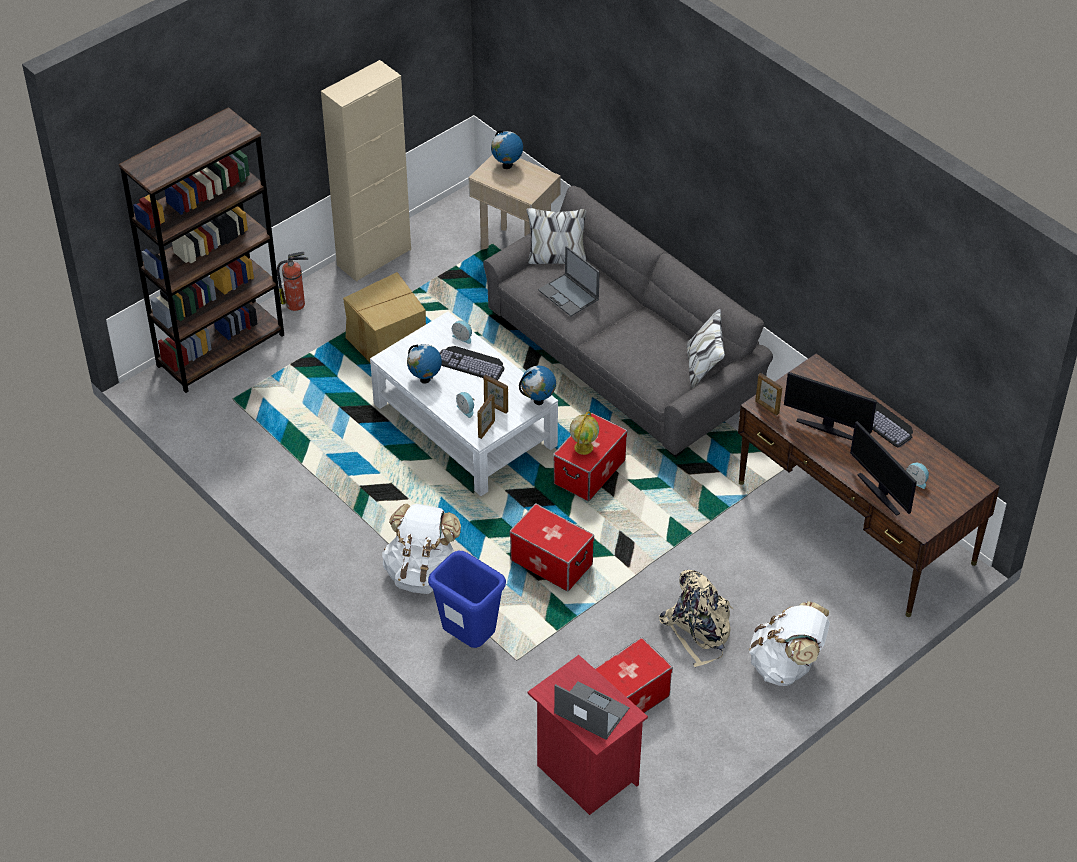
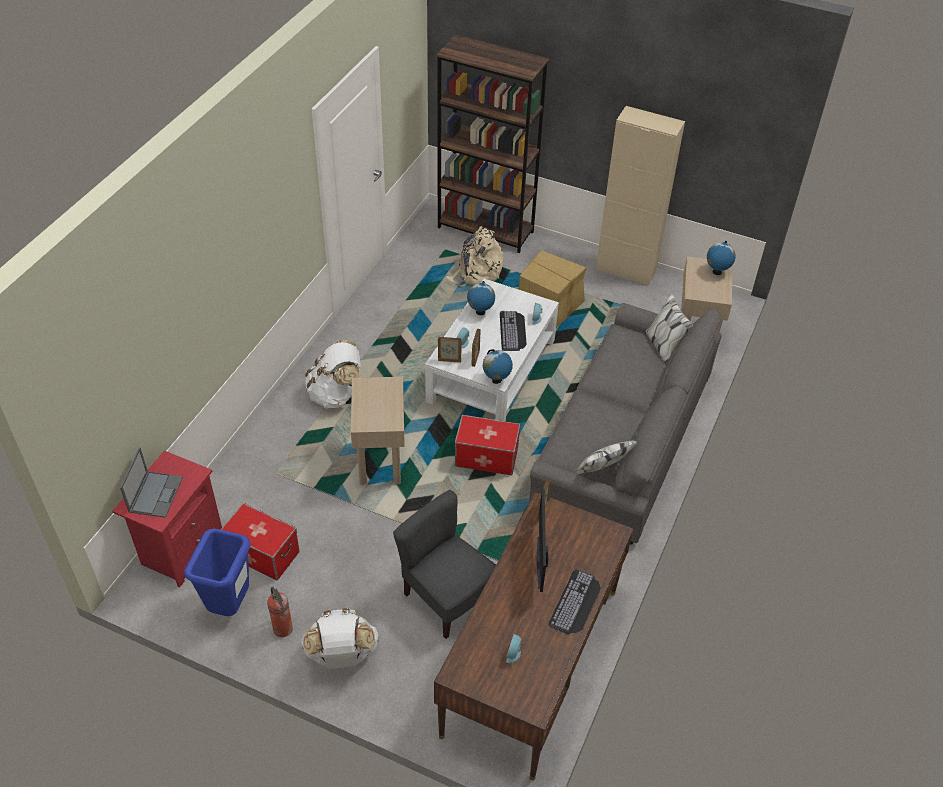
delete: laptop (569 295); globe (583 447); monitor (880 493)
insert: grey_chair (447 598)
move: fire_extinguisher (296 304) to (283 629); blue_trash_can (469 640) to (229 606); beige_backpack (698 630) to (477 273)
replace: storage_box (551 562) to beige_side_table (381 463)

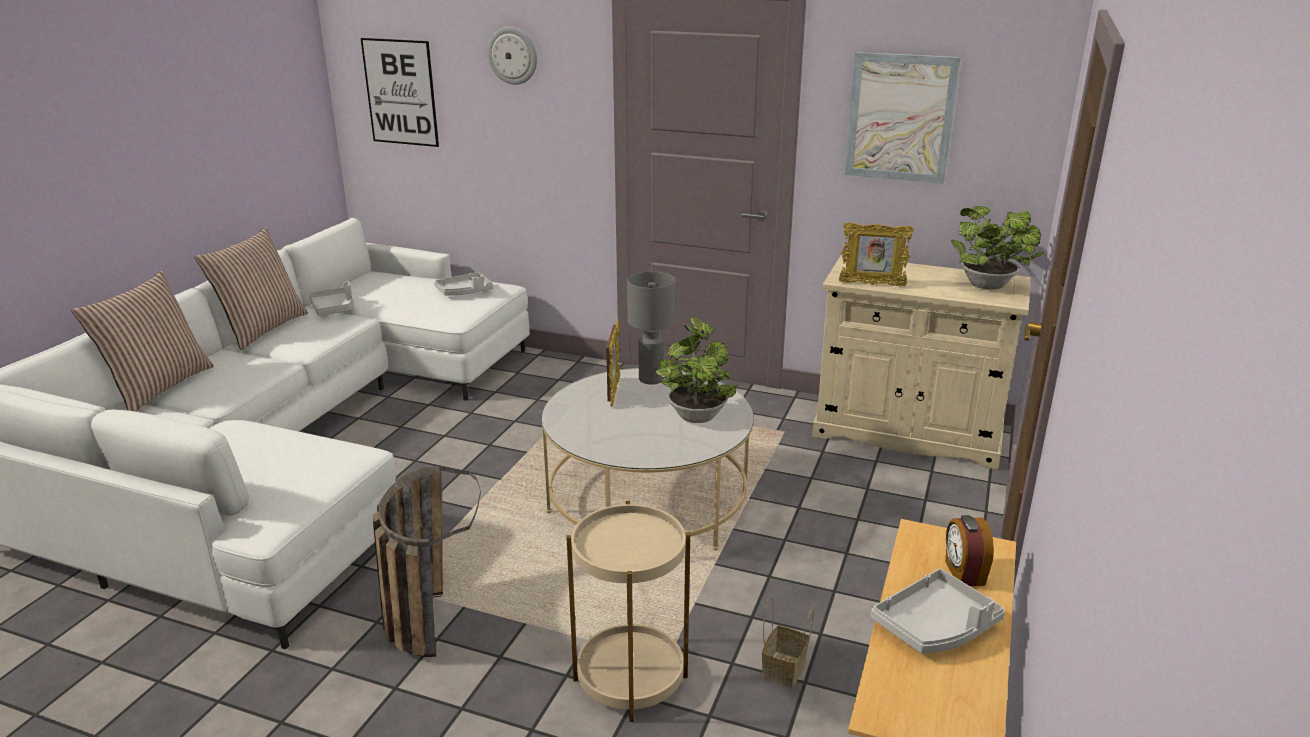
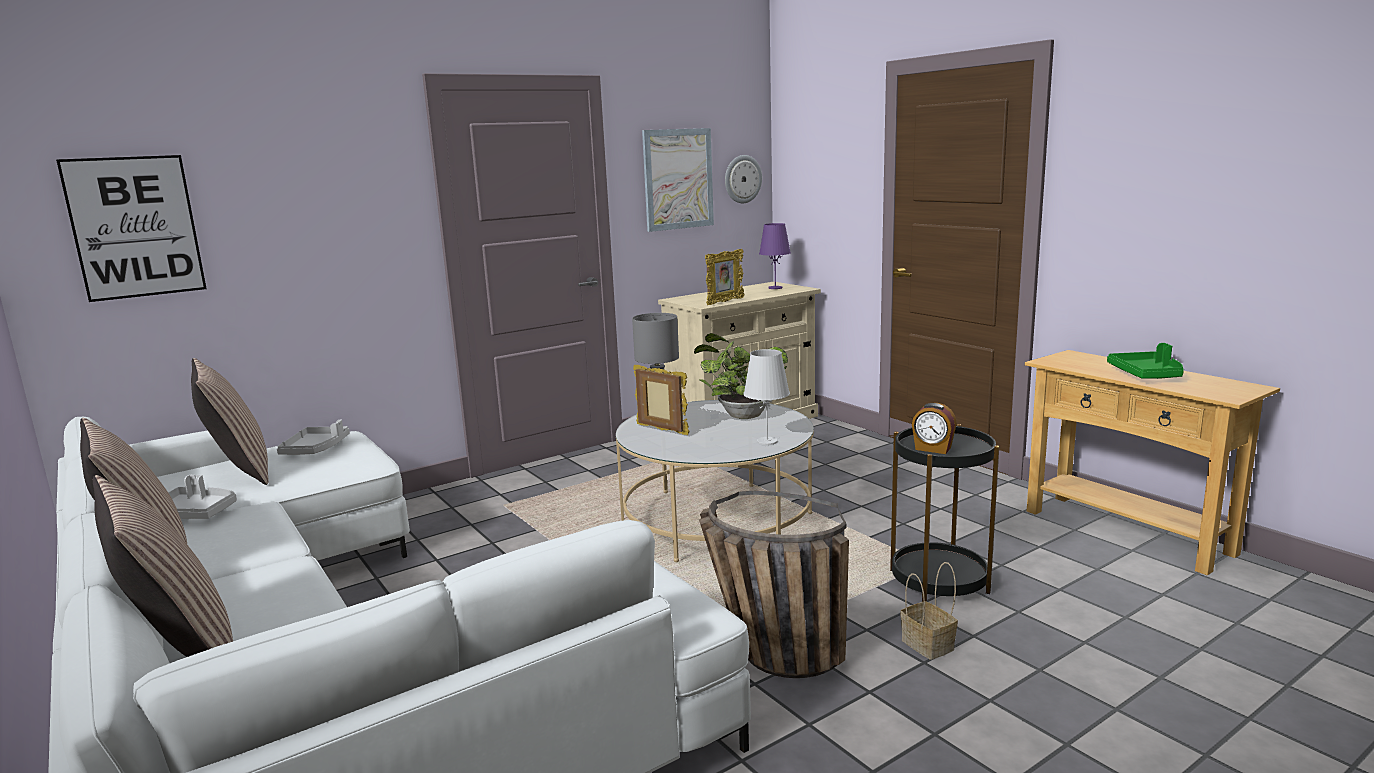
insert: pillow (239 471); white_table_lamp (767 441)
move: wall_clock (513 55) to (742 179); basket (784 671) to (929 645); alarm_clock (963 573) to (932 449)
replace: potted_plant (990 287) to purple_table_lamp (775 288)
recolor: beige_side_table (630 678) to black_side_table (938 581); grey_tray (936 626) to green_tray (1147 375)

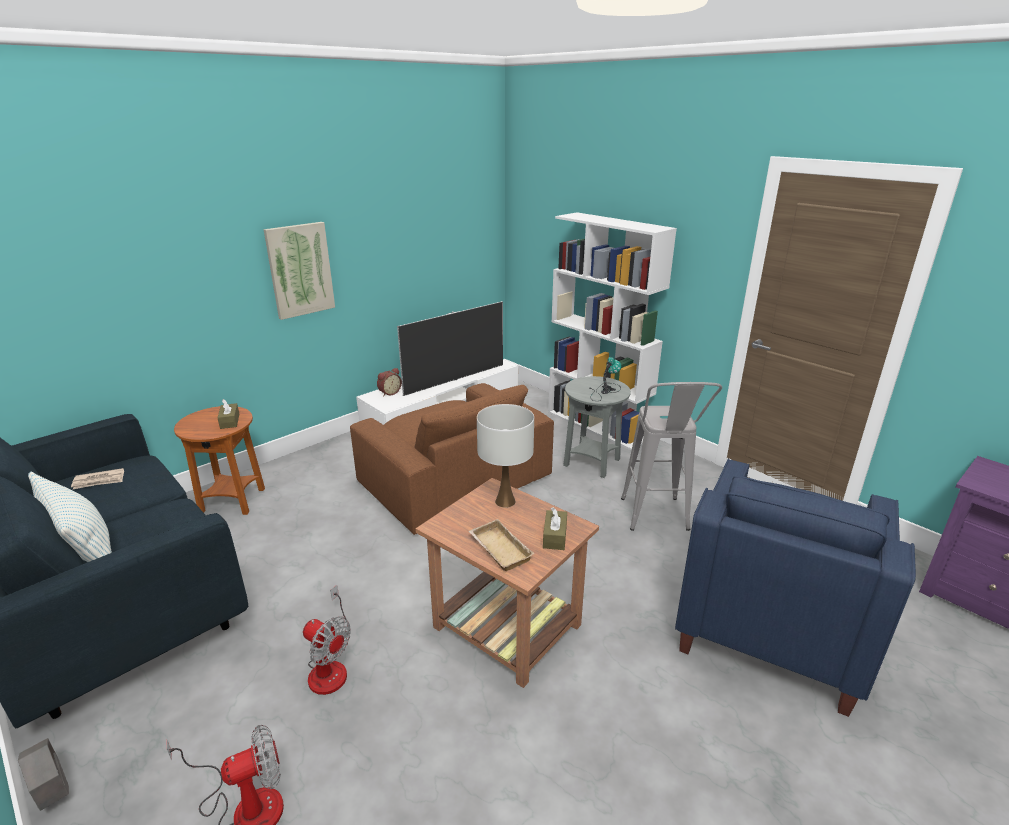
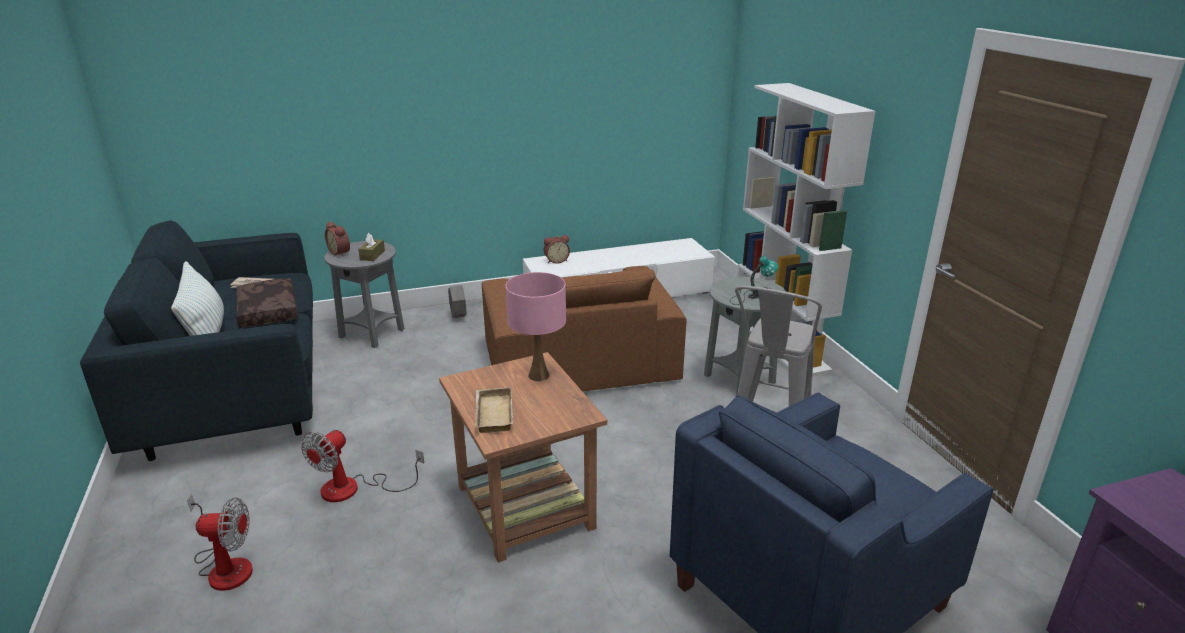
delete: picture (300 270); television (455 379); brown_tissue_box (554 536)
insert: brown_pillow (266 311); alarm_clock (341 252)
move: grey_planter (54 793) to (458 317)
recolor: brown_side_table (233 501) to grey_side_table (372 334); white_table_lamp (505 501) to pink_table_lamp (539 375)
rotate: fan (330 666) = (353 489) 60 degrees clockwise

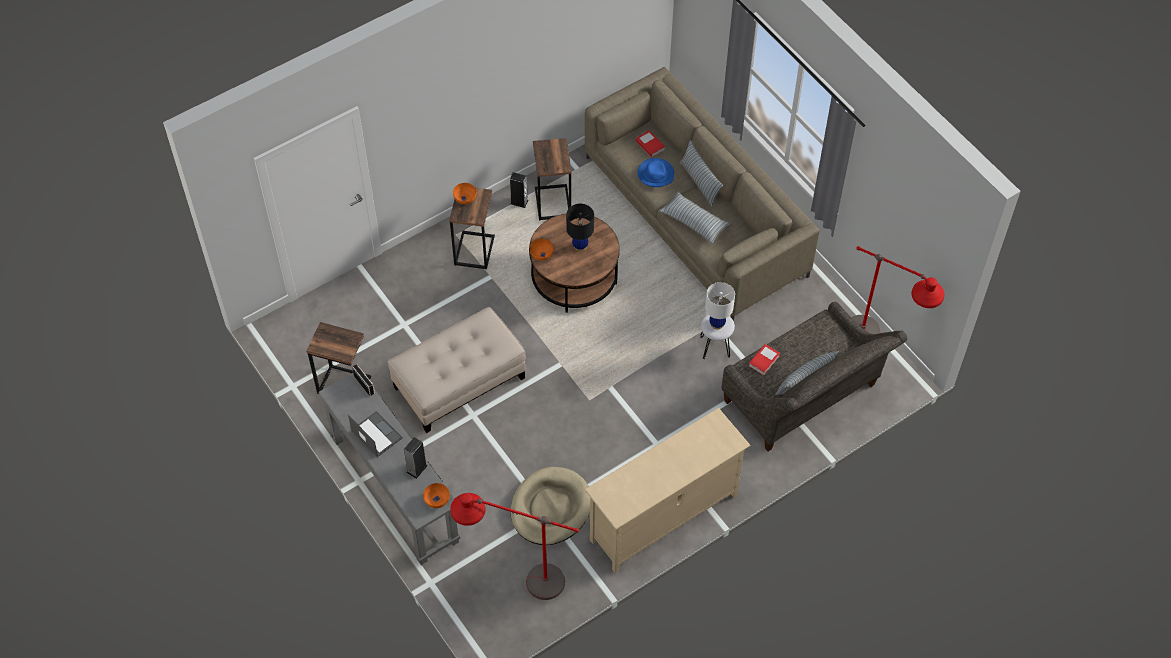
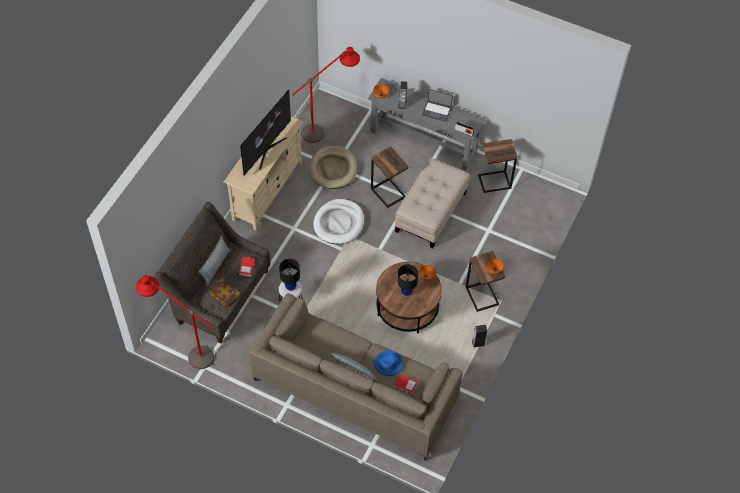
delete: pillow (694 222)
insert: book (224 294); television (266 150); white_dog_bed (339 223)
move: side_table (552 203) to (388 192)
recolor: white_table_lamp (717 324) to black_table_lamp (290 287)

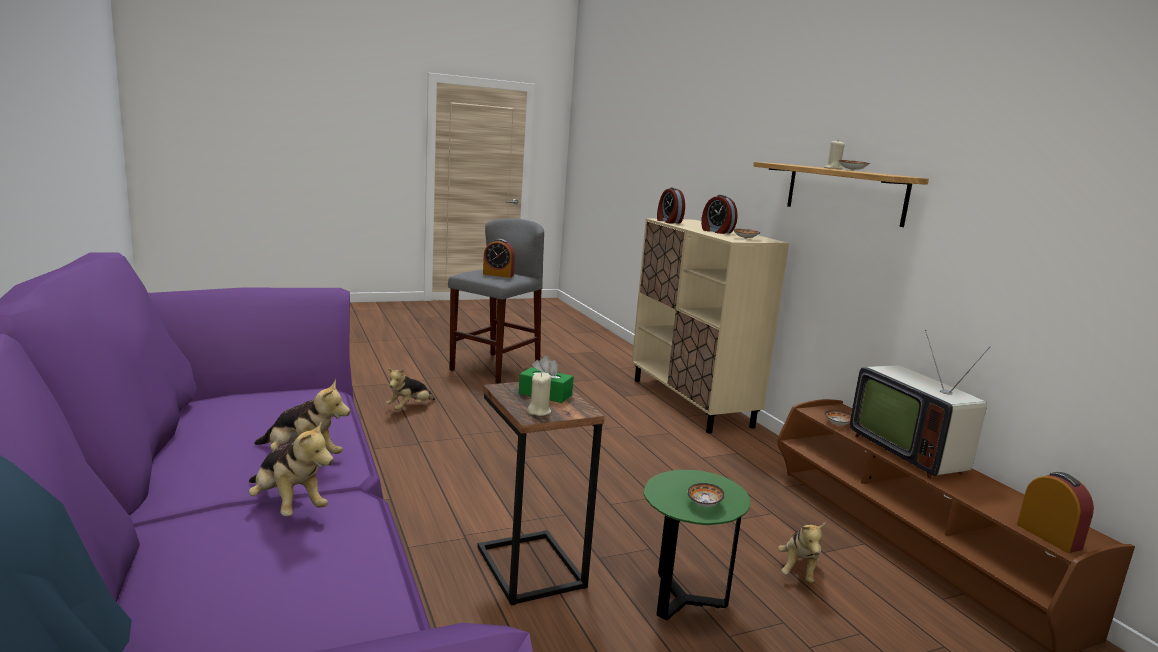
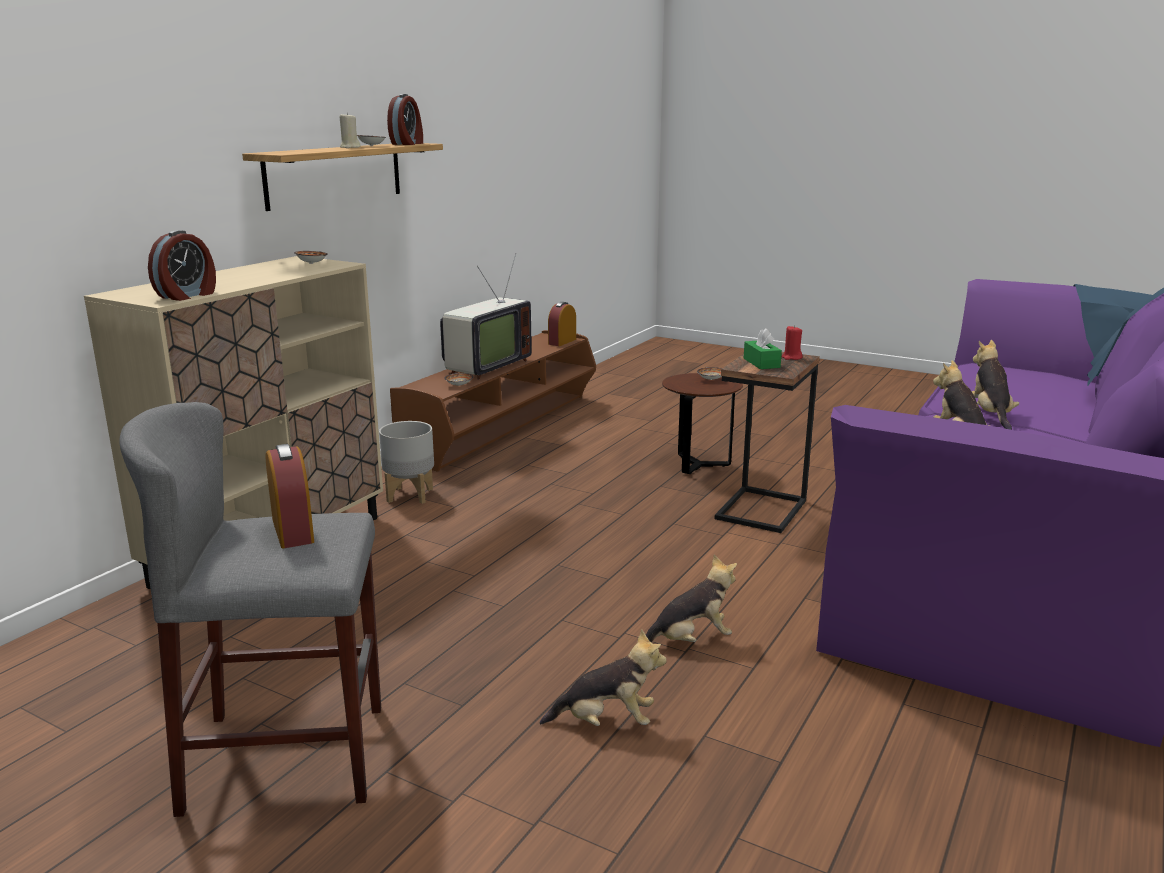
insert: grey_planter (410 495)
move: alarm_clock (716 231) to (408 144); plush_toy (799 570) to (690 640)
recolor: beige_candle (539 411) to red_candle (791 357); green_side_table (683 600) to brown_side_table (698 465)

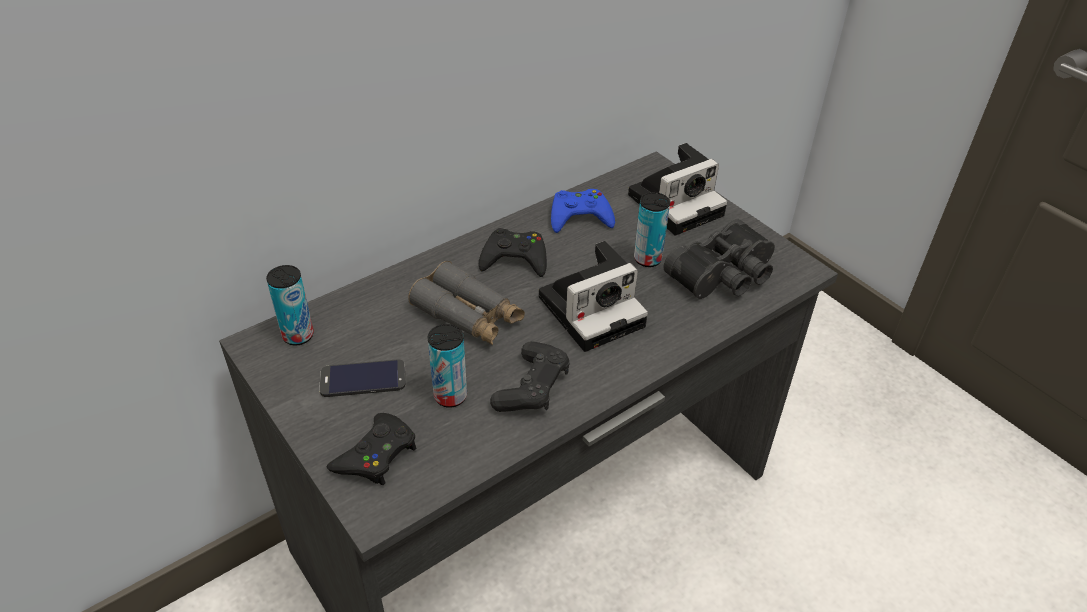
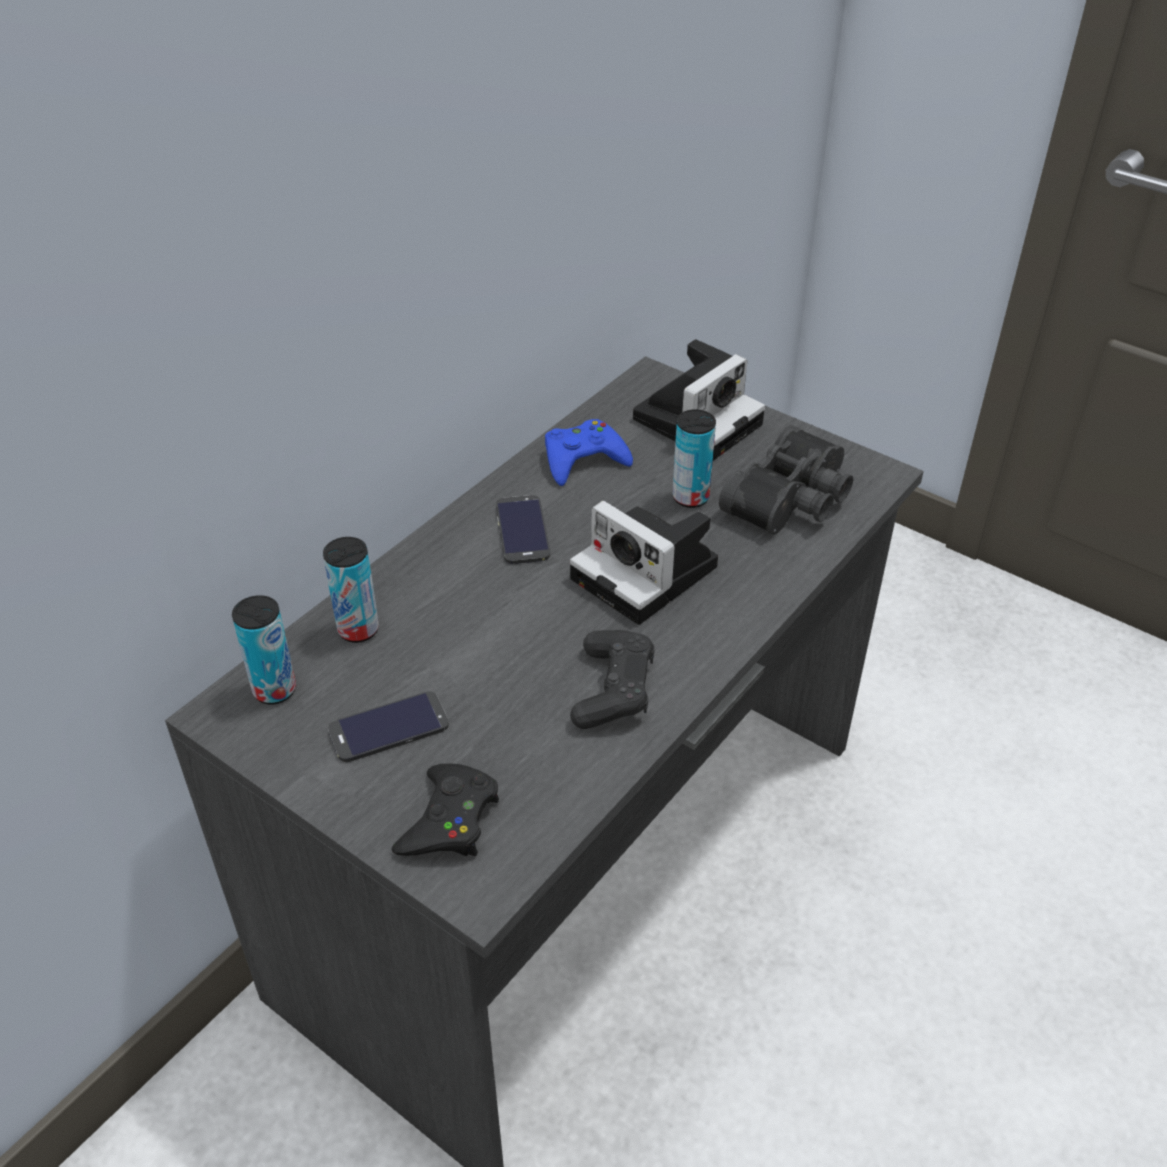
delete: grey_binoculars (468 315)
move: can (450 396) to (358 629)
replace: black_game_controller (515 259) to phone (522 530)
rotate: photo_camera (594 309) = (649 574) 90 degrees clockwise

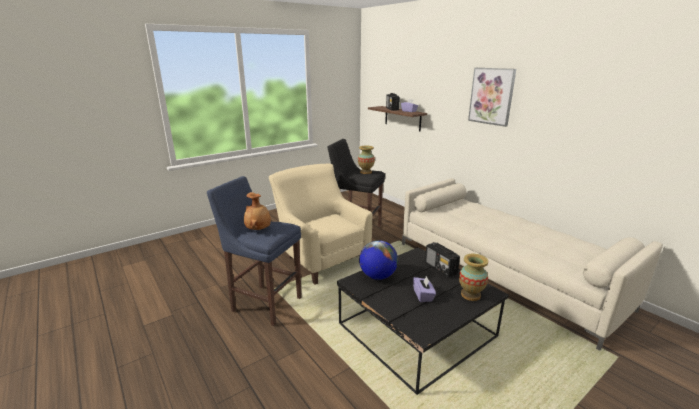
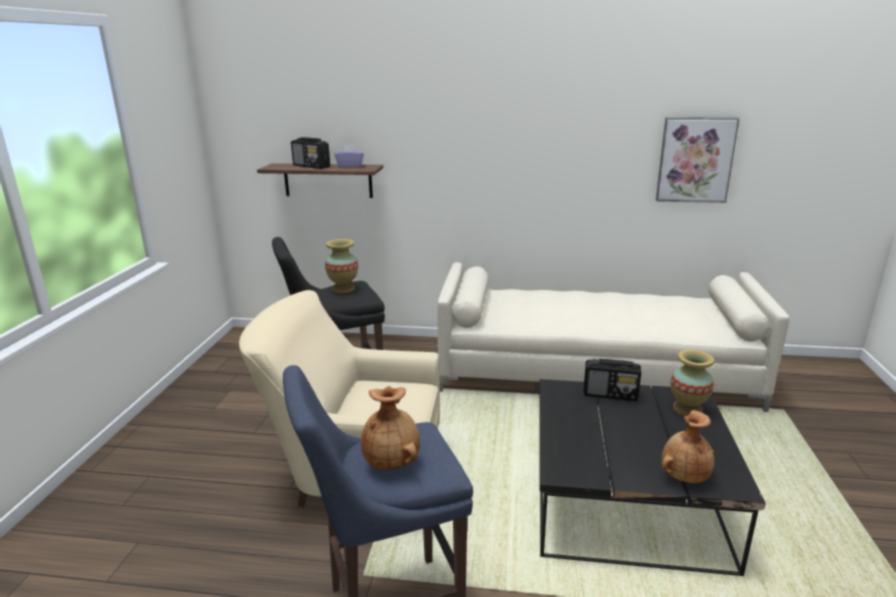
delete: globe (378 276); purple_tissue_box (423 295)
insert: brown_vase (684 476)
move: picture (491 96) to (695 160)

